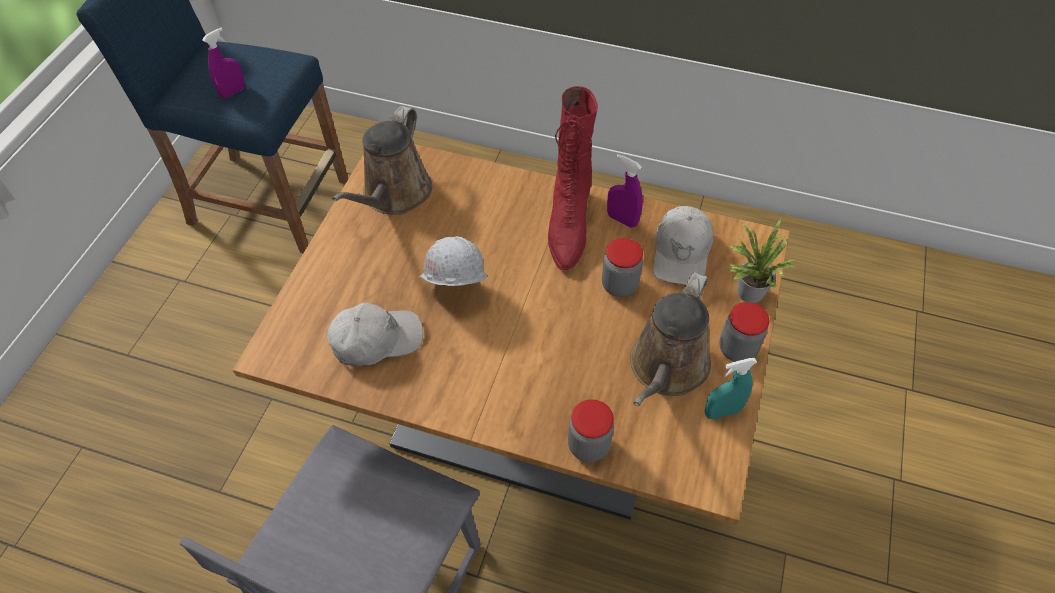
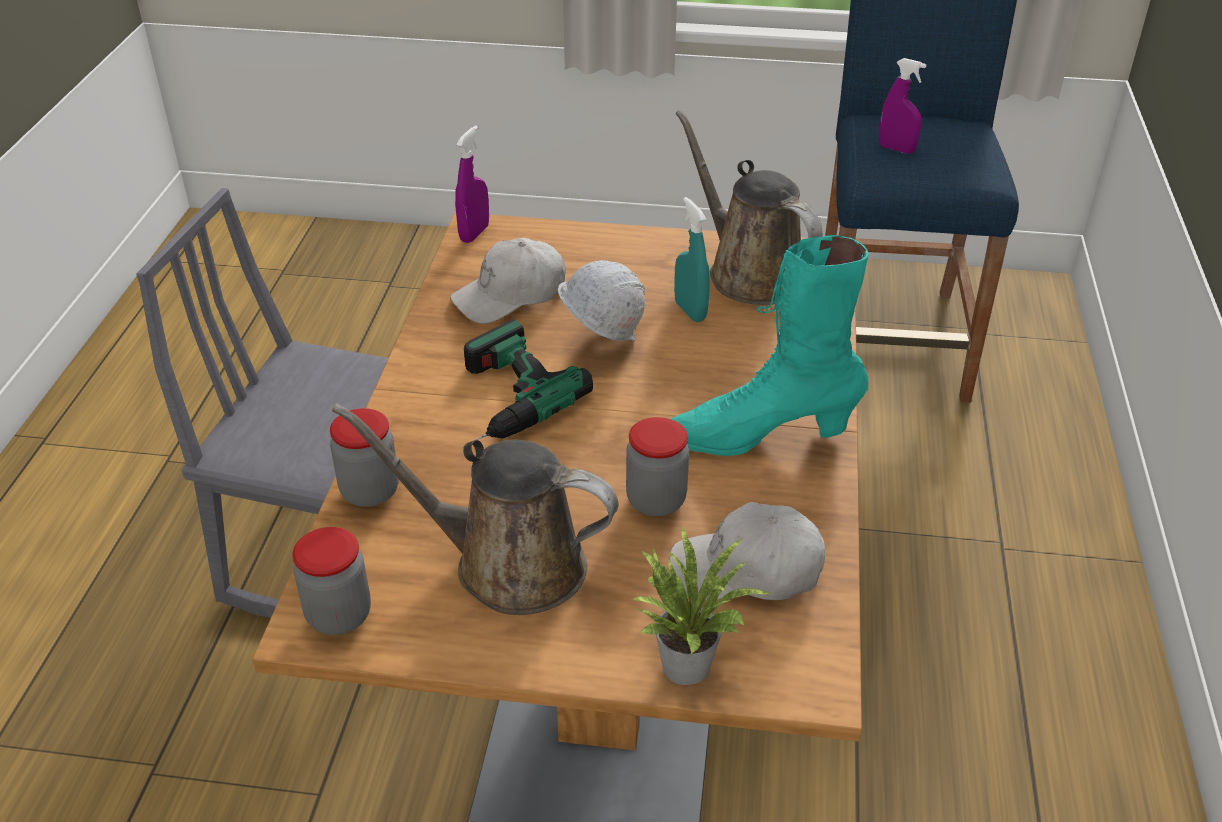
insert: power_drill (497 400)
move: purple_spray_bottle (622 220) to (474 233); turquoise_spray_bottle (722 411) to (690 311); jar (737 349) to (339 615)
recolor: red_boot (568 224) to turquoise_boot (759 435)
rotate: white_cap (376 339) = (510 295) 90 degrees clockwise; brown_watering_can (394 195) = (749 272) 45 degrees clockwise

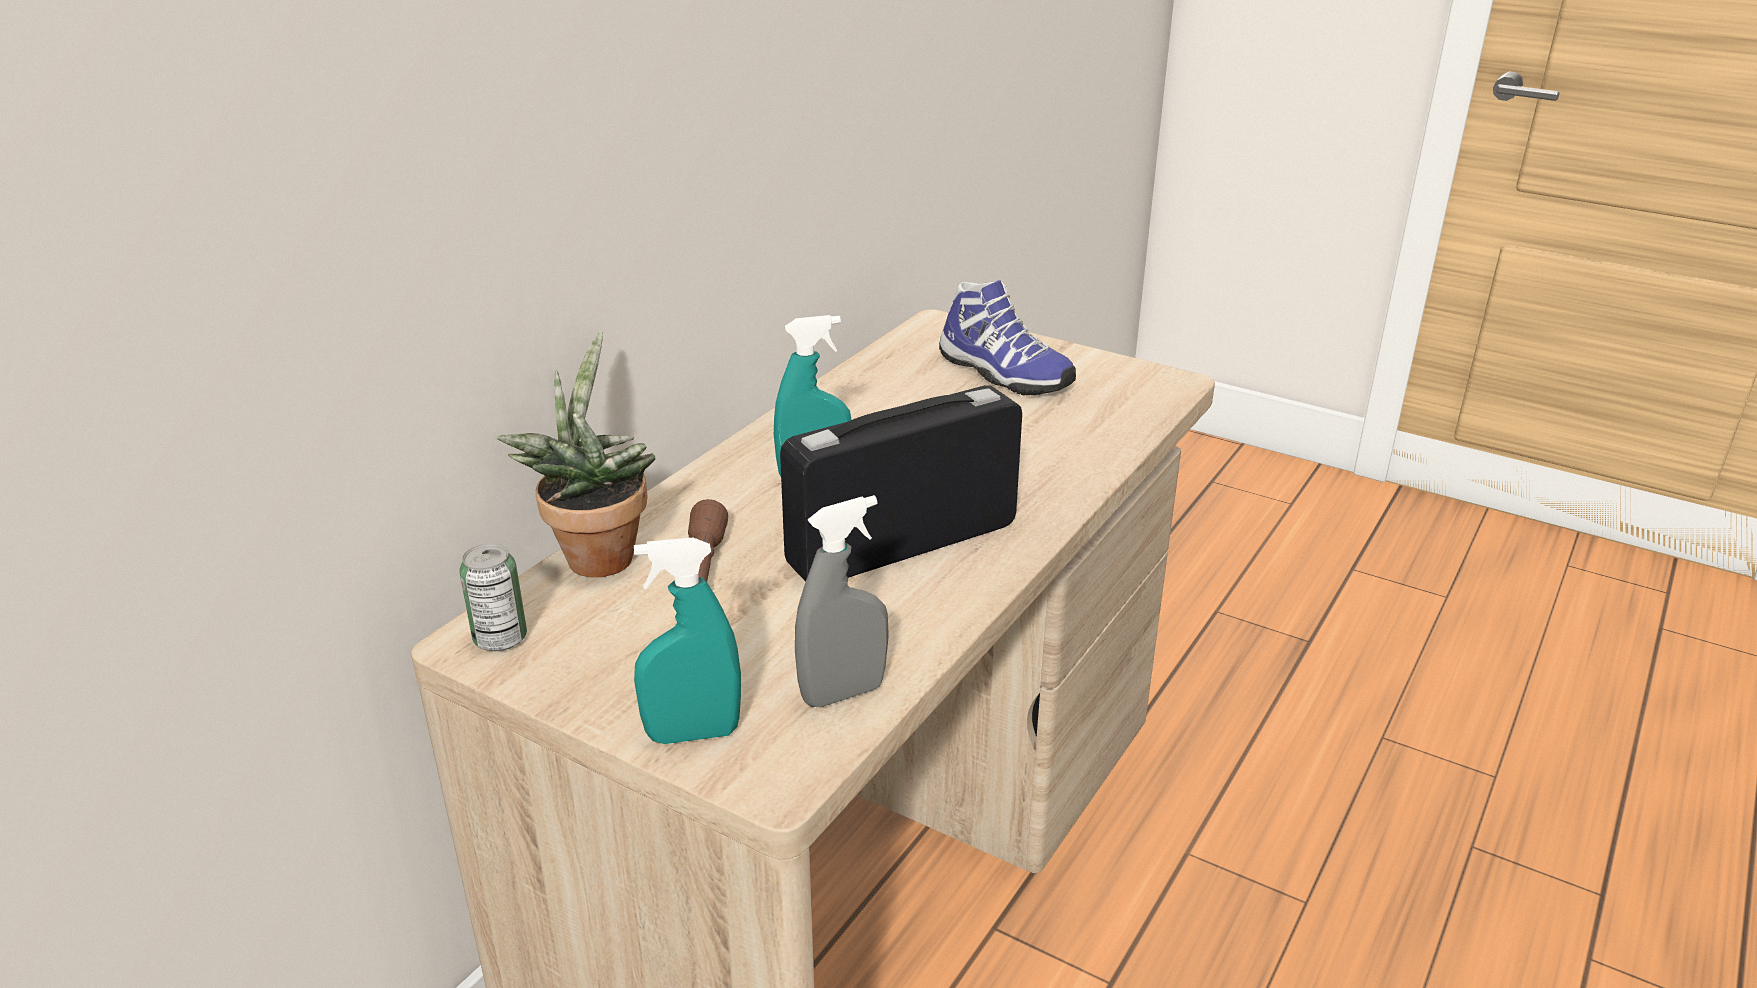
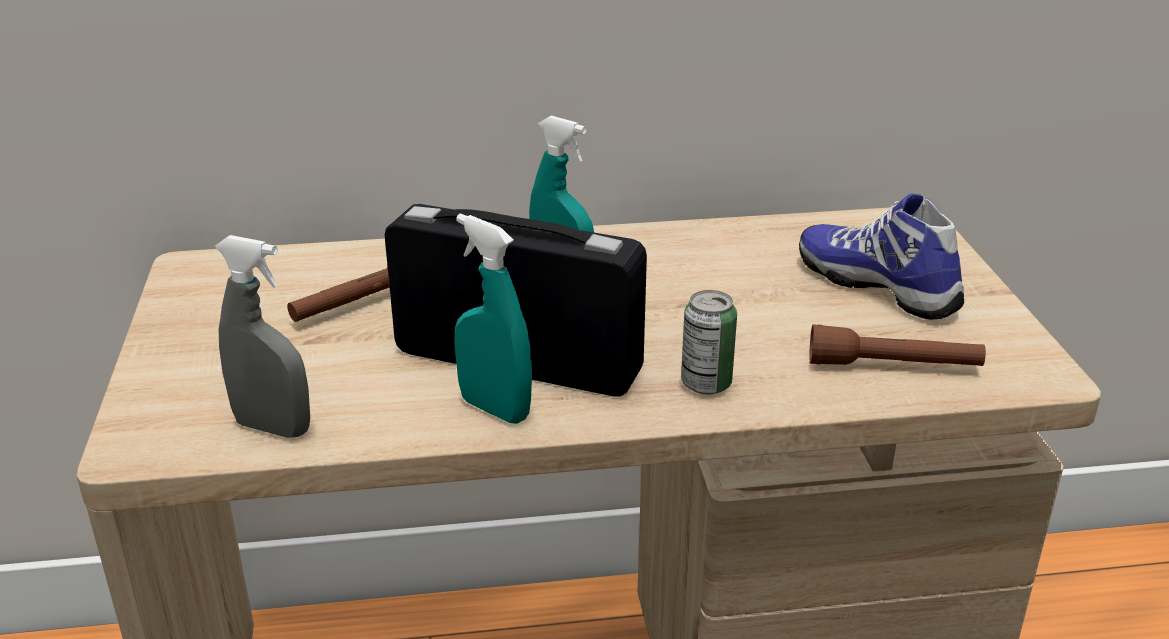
delete: potted_plant (596 554)
insert: brown_flashlight (893 366)
move: can (500 639) to (706 383); turquoise_spray_bottle (693 734) to (495 409)
rotate: shoe (1002 374) = (879 285) 135 degrees clockwise

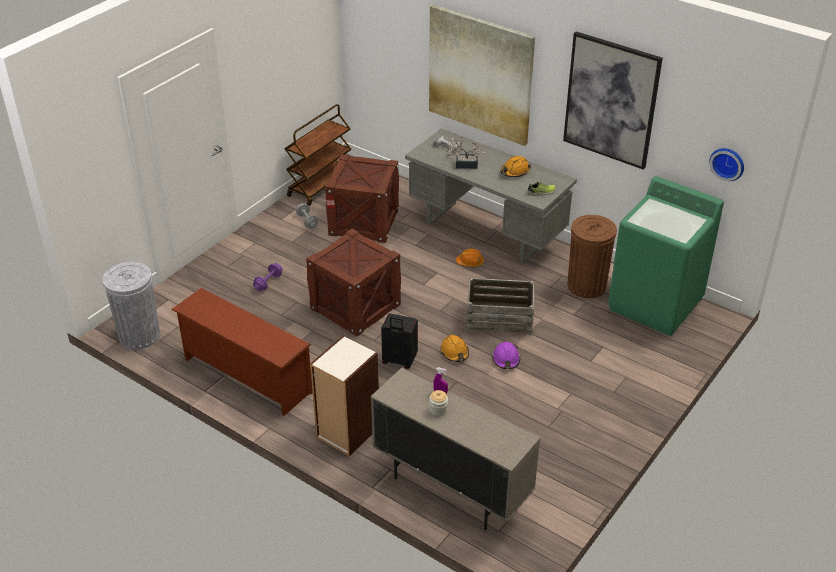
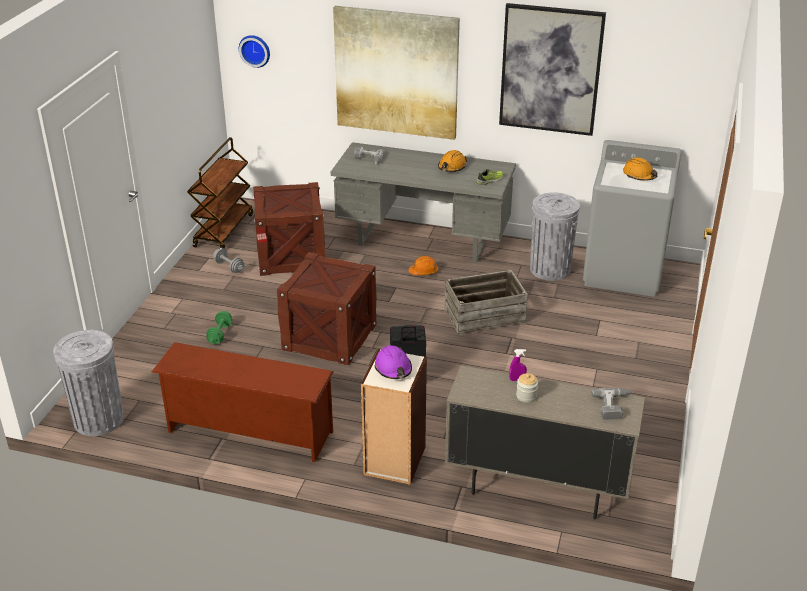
delete: potted_plant (463 164)
insert: power_drill (614 406)
move: orange_hard_hat (454 352) to (639 175); purple_hard_hat (506 359) to (393 368); wall_clock (728 163) to (255 50)
recolor: purple_dumbbell (268 282) to green_dumbbell (220 334); brown_trash_can (586 285) to grey_trash_can (550 269); green_washing_machine (655 304) to grey_washing_machine (624 272)

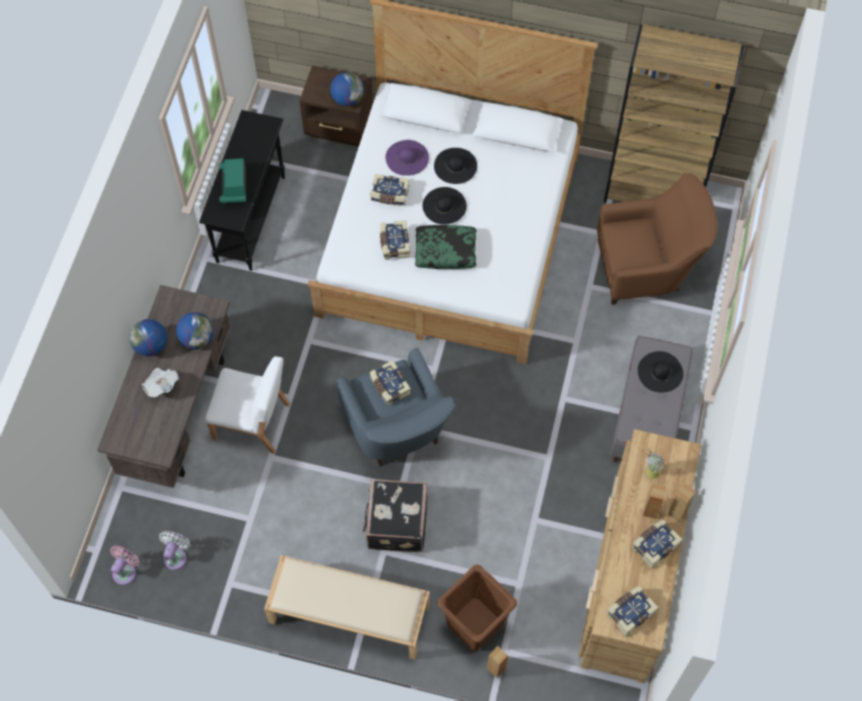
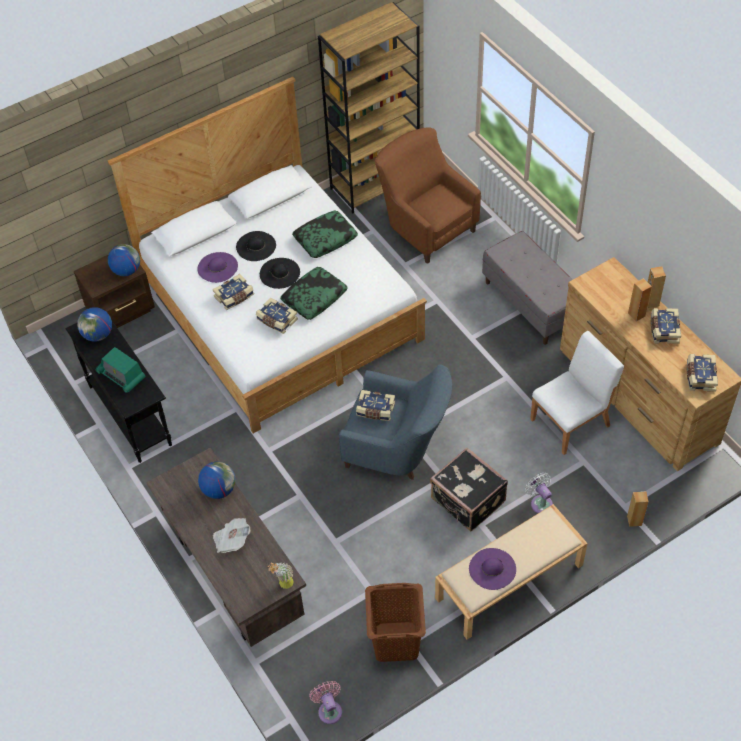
delete: black_hat (660 372)
insert: pillow (325 238); purple_hat (492 569)
move: globe (151 346) to (98 335); white_fan (176 556) to (540 502); white_chair (252 422) to (571 422); brown_laundry_basket (474 623) to (395 642); potted_plant (649 472) to (283 585)
rotate: brown_armchair (648 267) = (425 226) 75 degrees counterclockwise

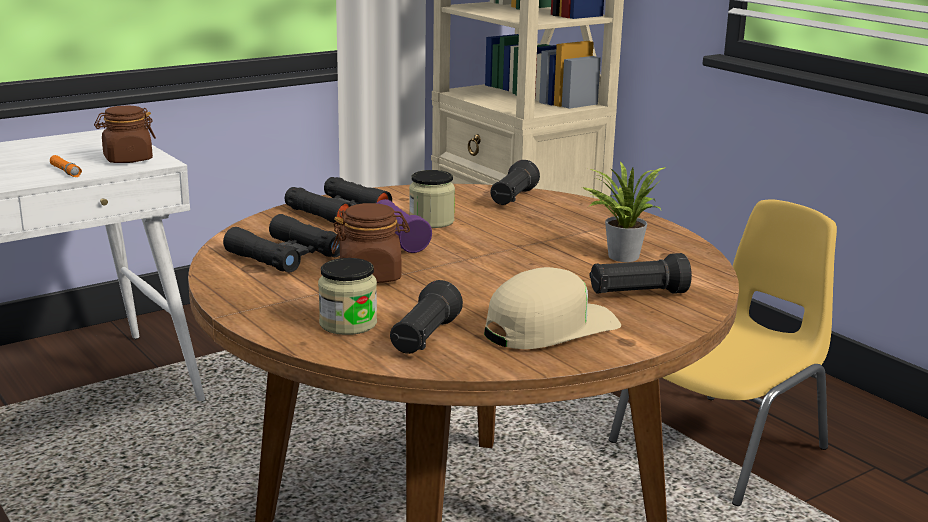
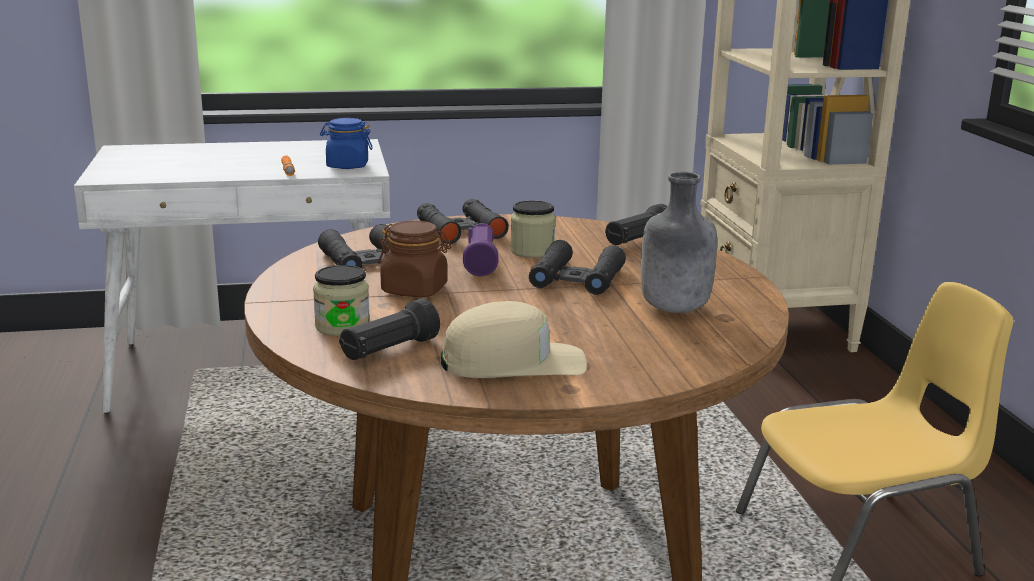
delete: black_flashlight (637 294)
insert: black_binoculars (577 279)
replace: potted_plant (620 255) to grey_bottle (674 309)
recolor: brown_jar (127 159) to blue_jar (347 166)

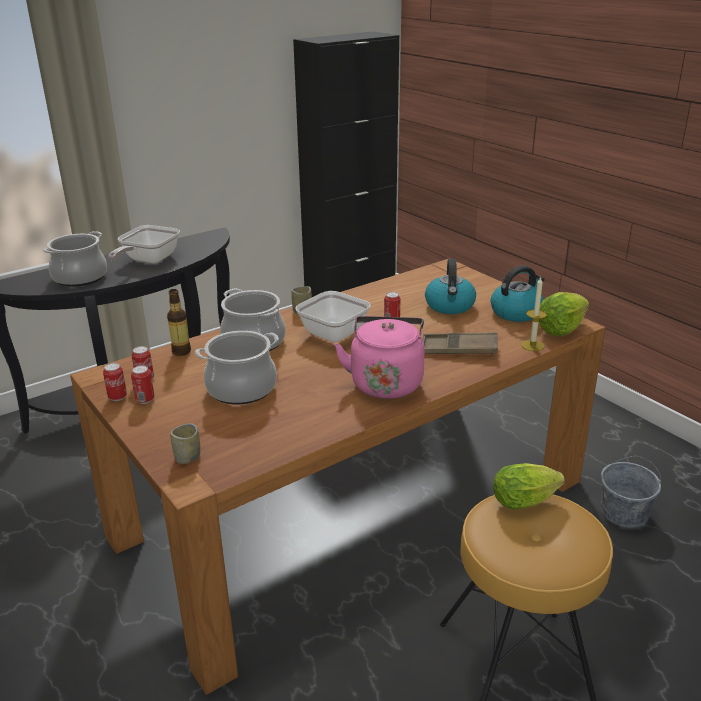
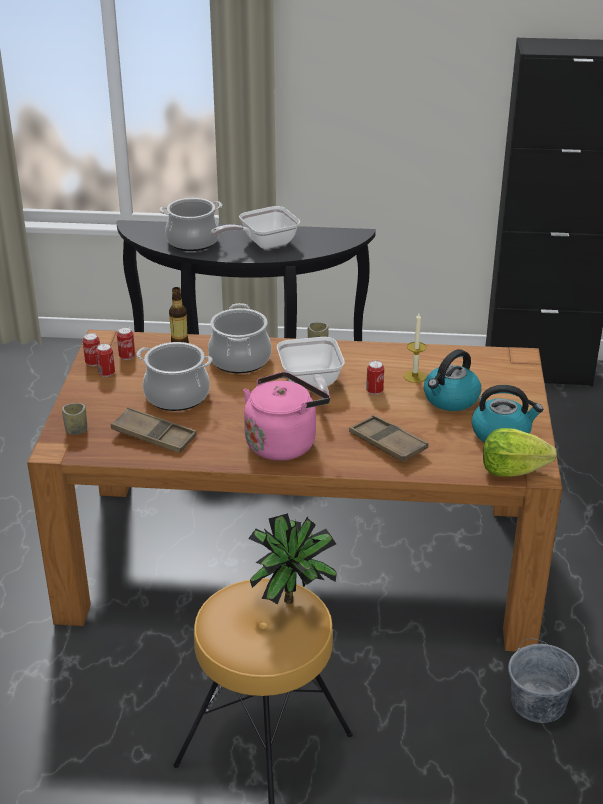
insert: brown_tray (154 435)
move: candle (532 345) to (414 376)
replace: lettuce (527 501) to potted_plant (292 596)

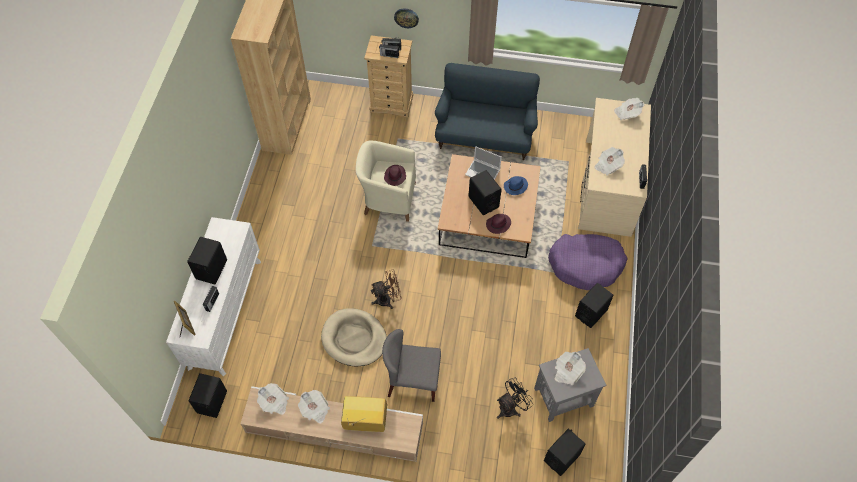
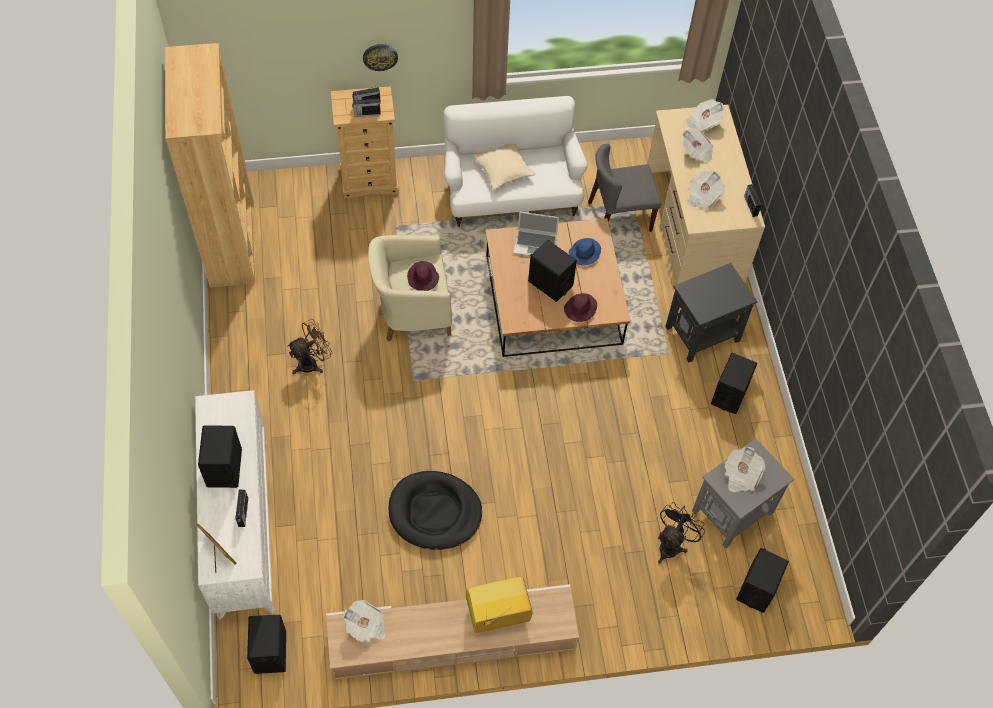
insert: beige_pillow (503 170)
move: newspaper (315 410) to (697 152); brown_fan (387 299) to (312 363); grey_chair (412 380) to (619 217)
replace: purple_dog_bed (586 265) to black_side_table (701 334)
recolor: beige_dog_bed (354 339) to black_dog_bed (435 512); blue_sofa (484 136) to white_sofa (511 195)

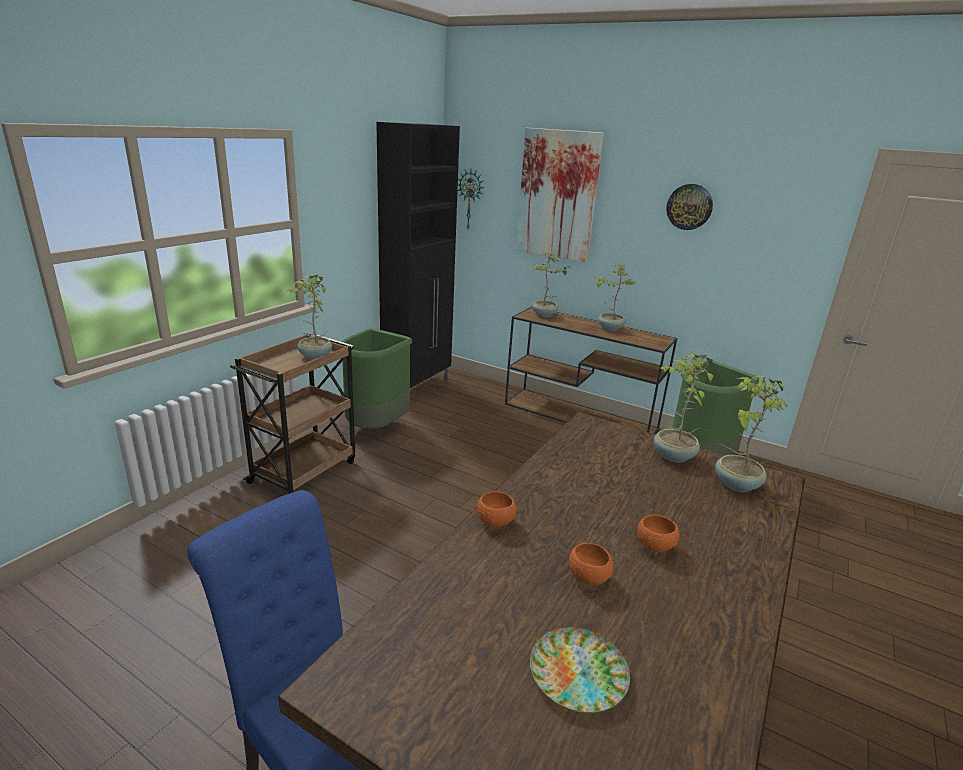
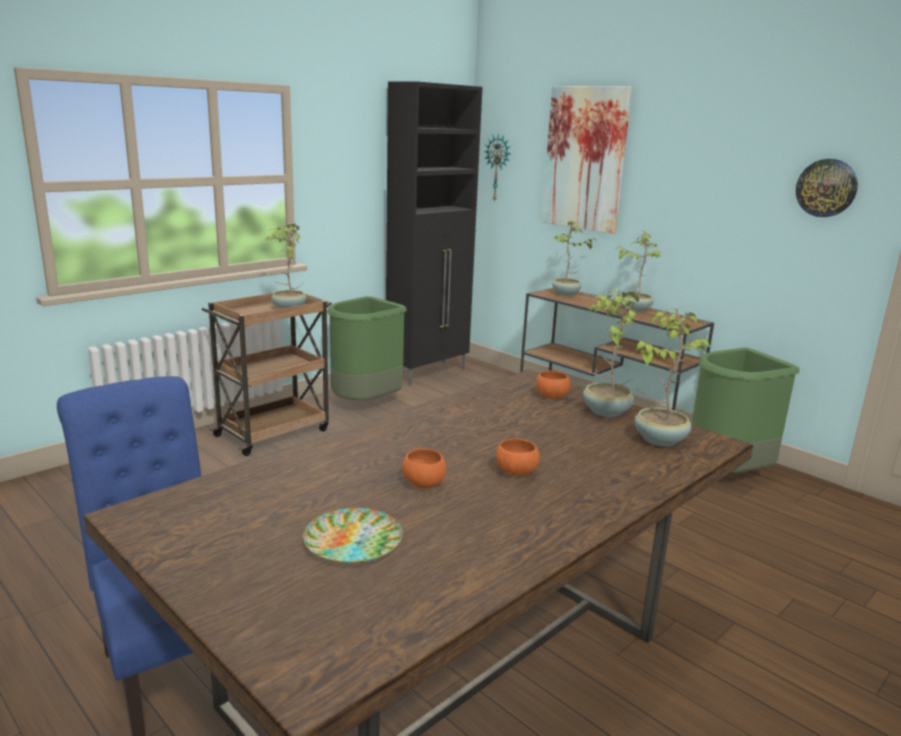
move: orange_bowl (495 521) to (552 397); wall_clock (689 207) to (826 188)

